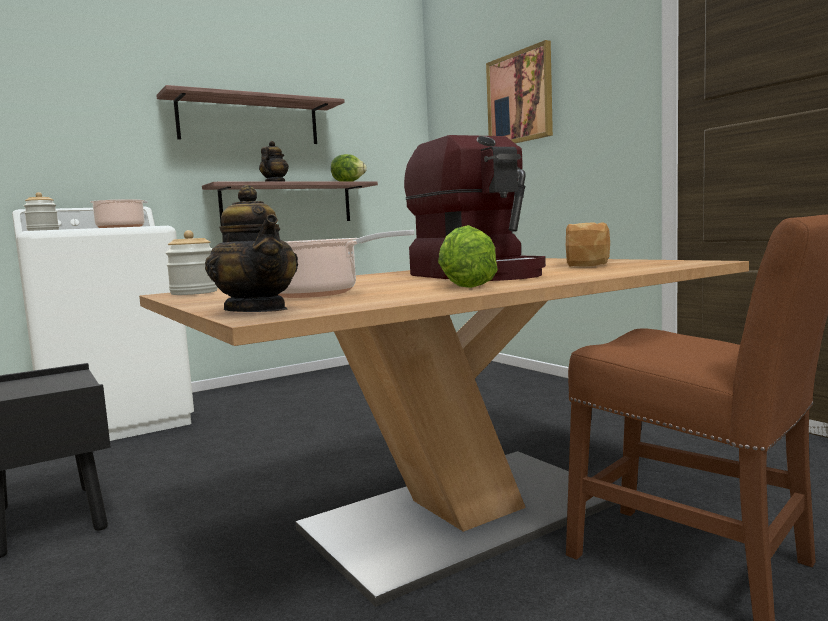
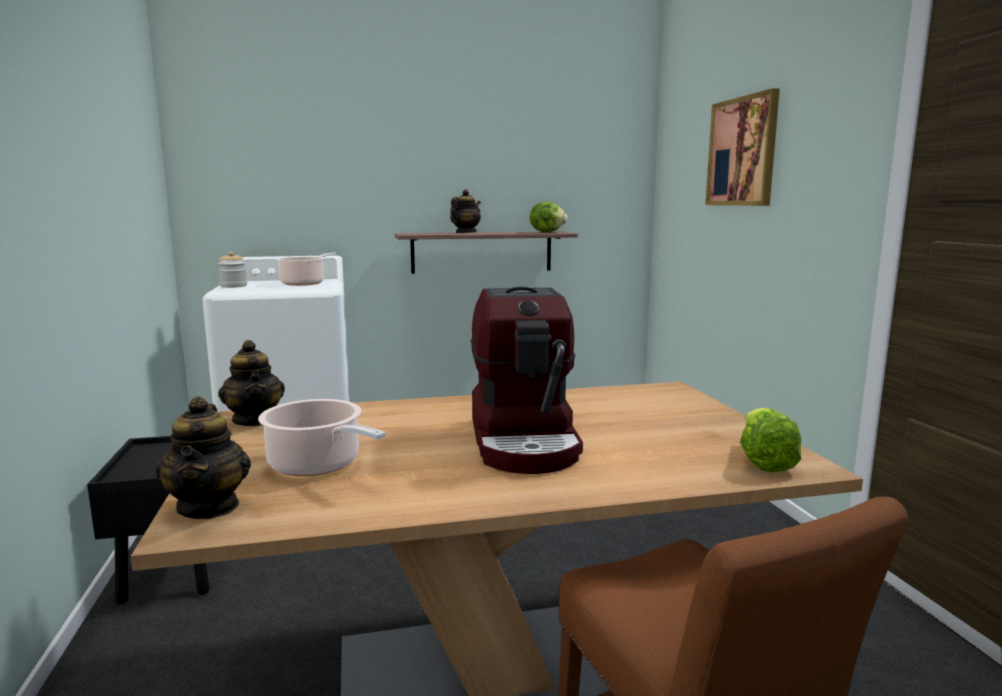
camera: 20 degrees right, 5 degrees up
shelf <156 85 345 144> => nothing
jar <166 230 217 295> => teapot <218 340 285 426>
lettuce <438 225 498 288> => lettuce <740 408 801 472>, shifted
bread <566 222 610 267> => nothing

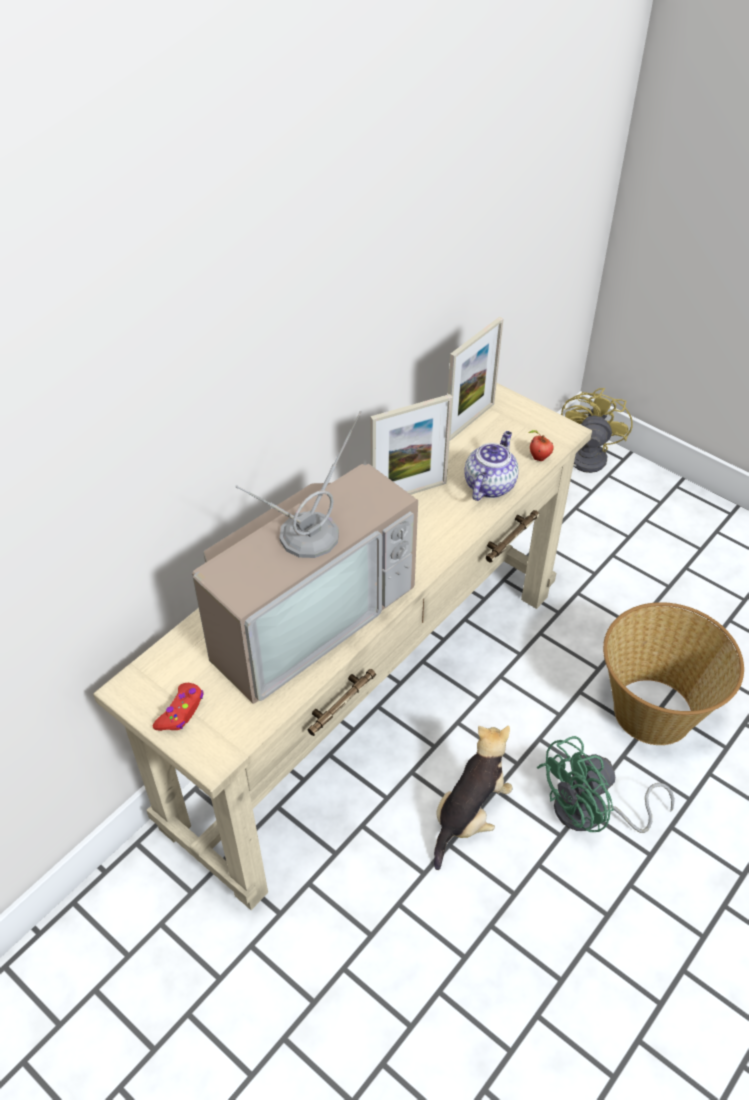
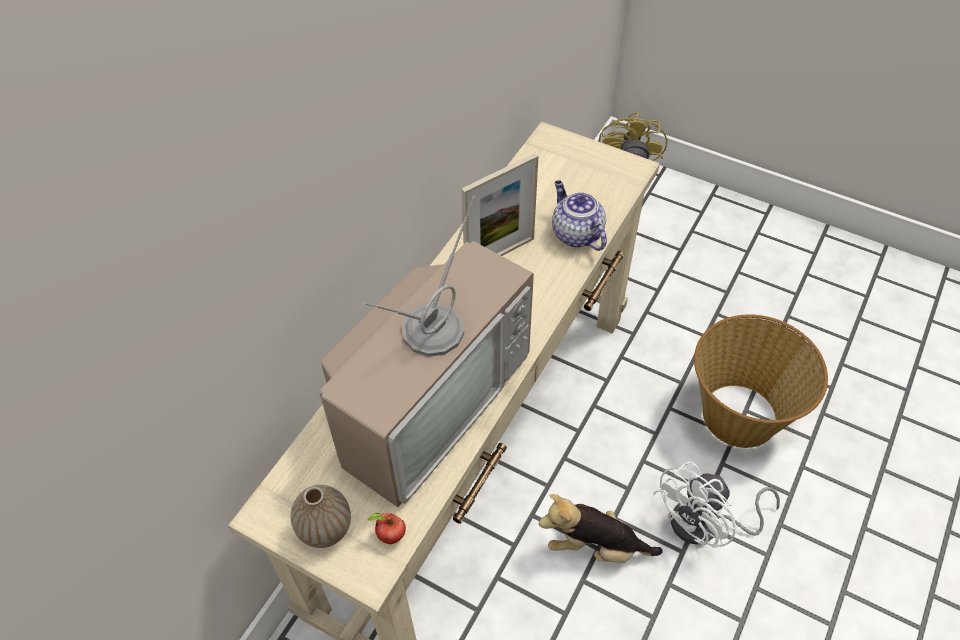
camera: 10 degrees left, 5 degrees up
red game controller <153 683 204 731> => vase <291 485 351 548>
plush toy <434 726 513 870> => plush toy <539 494 662 563>, 105 degrees counterclockwise
picture frame <447 316 504 441> => nothing
teapot <464 431 519 501> => teapot <552 180 607 251>, 45 degrees counterclockwise
apple <528 430 554 461> => apple <368 513 406 544>, shifted
green fan <537 736 675 833> => white fan <653 462 780 548>

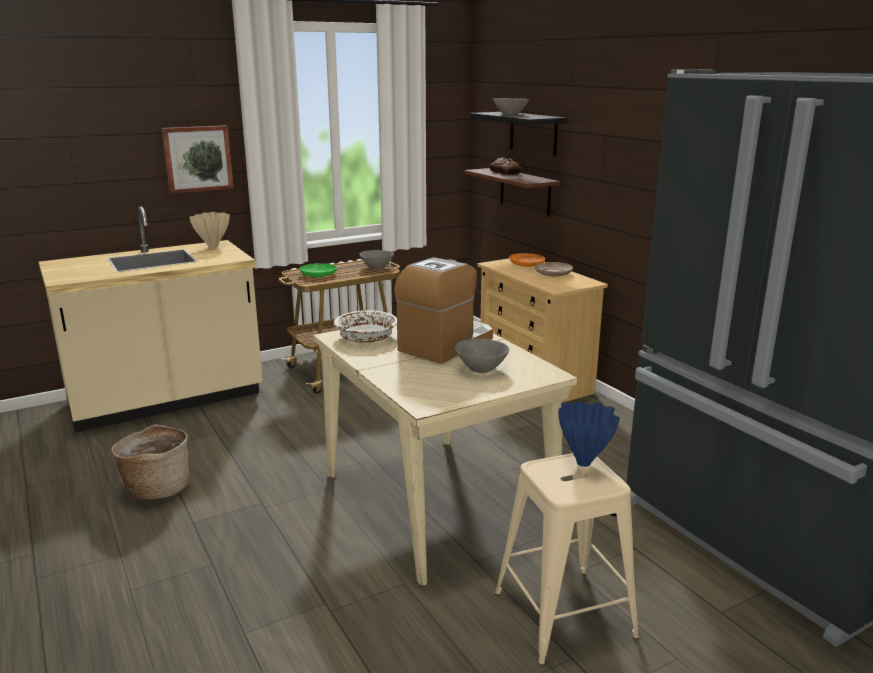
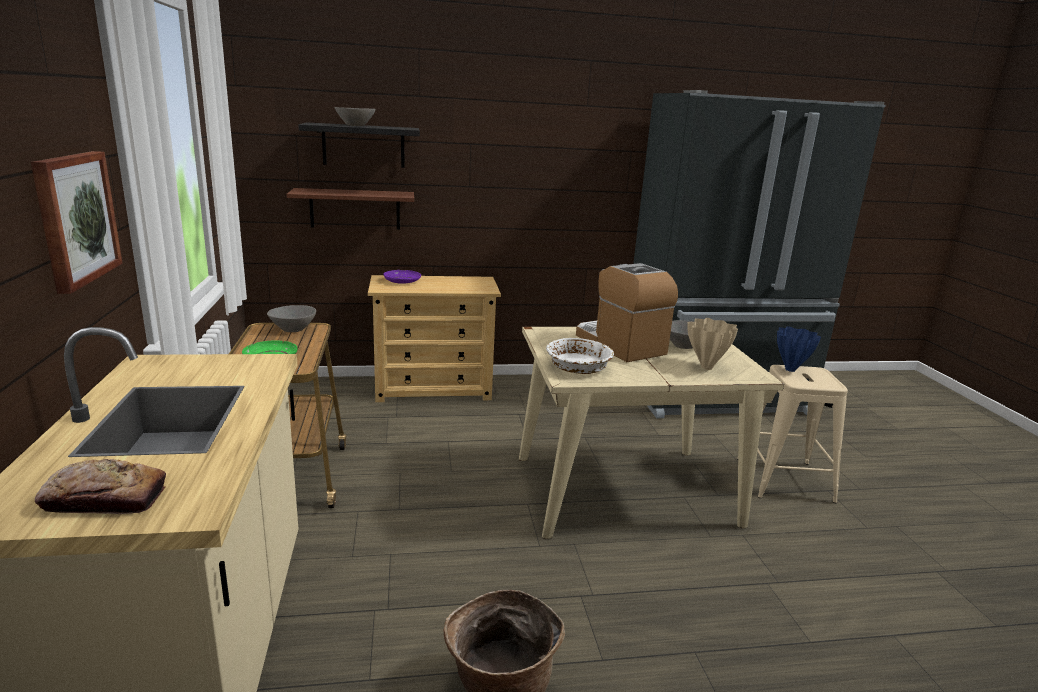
camera: 70 degrees left, 0 degrees up
beige vase <189 212 230 248> => beige vase <687 318 738 370>, shifted
bread <489 157 522 175> => bread <35 459 166 514>, shifted
orange plate <509 253 545 267> => purple plate <384 270 421 284>
beige plate <535 262 573 276> => nothing

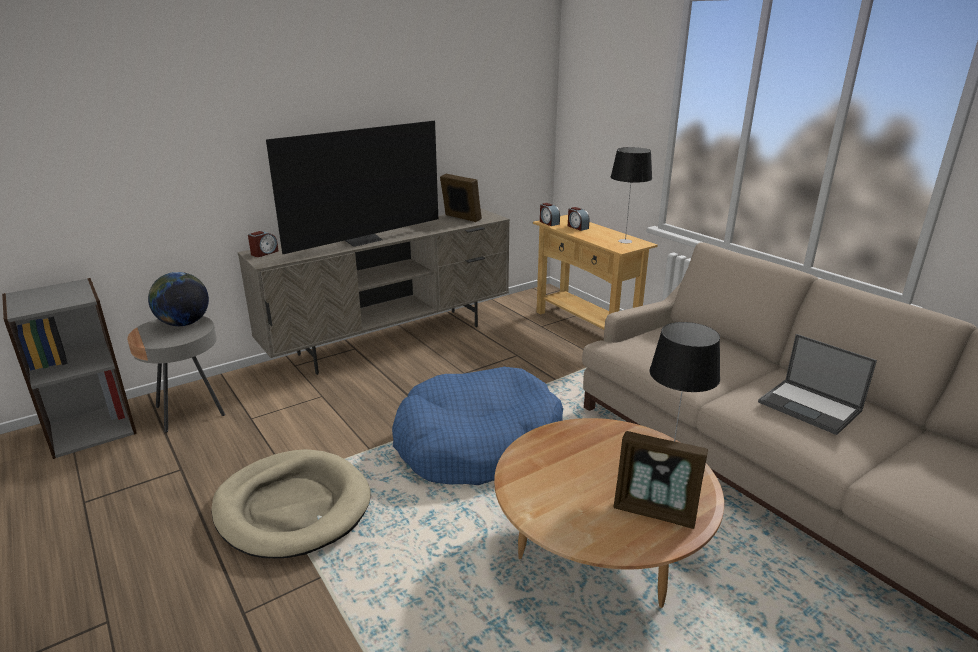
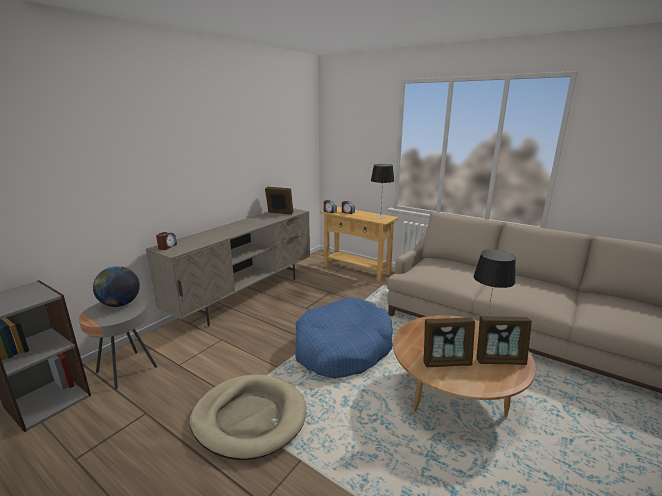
camera: 20 degrees left, 5 degrees down
television <266 121 438 254> => nothing
laptop <758 334 877 435> => nothing
nothing => picture frame <423 317 475 367>

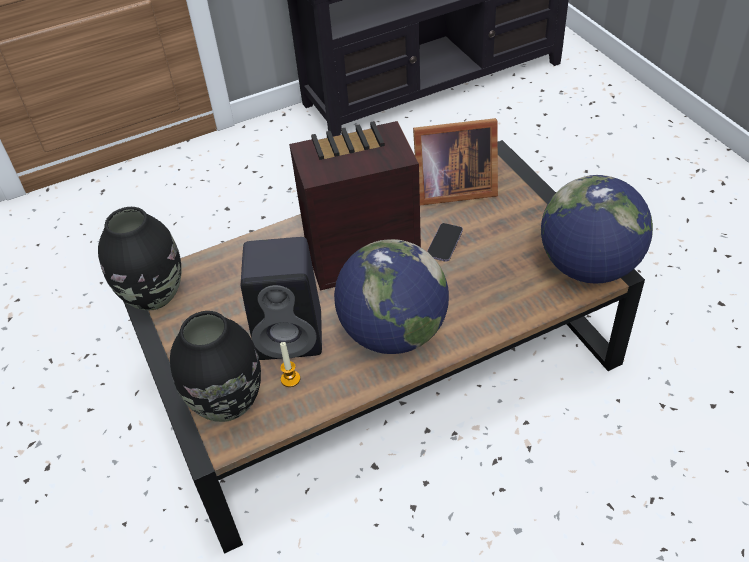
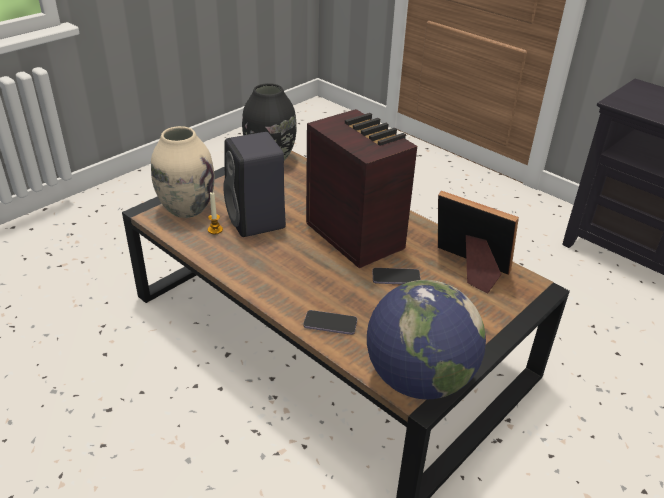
camera: 65 degrees right, 10 degrees down
black vase <170 311 261 422> => beige vase <151 126 214 218>
globe <334 239 449 354> => nothing
picture frame <413 118 498 205> => picture frame <438 191 519 293>, 150 degrees clockwise
nothing => phone <303 310 357 335>

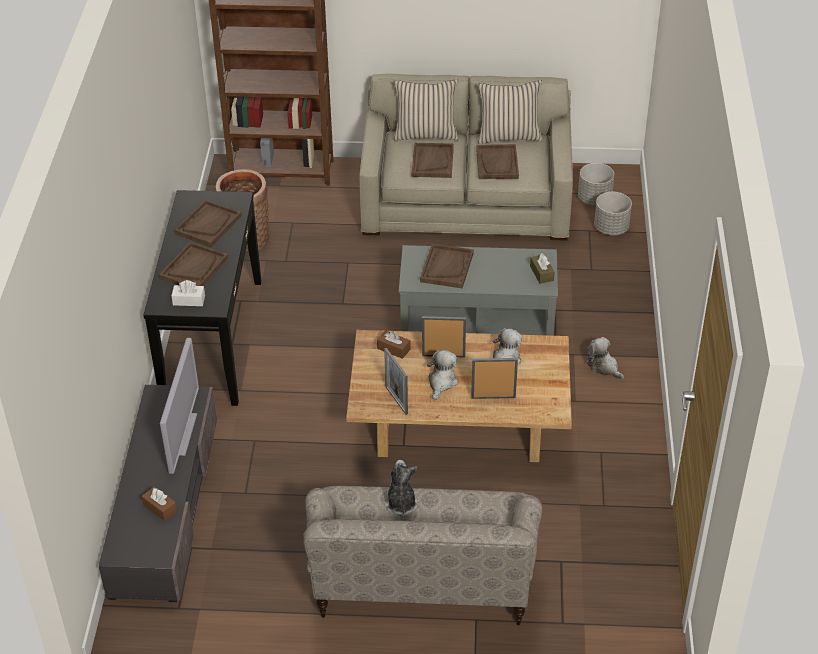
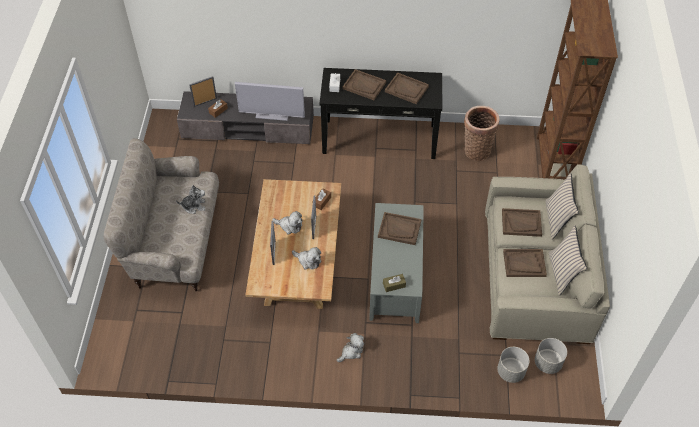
camera: 90 degrees right, 10 degrees up
picture frame <384 348 408 415> => picture frame <189 76 217 107>, shifted

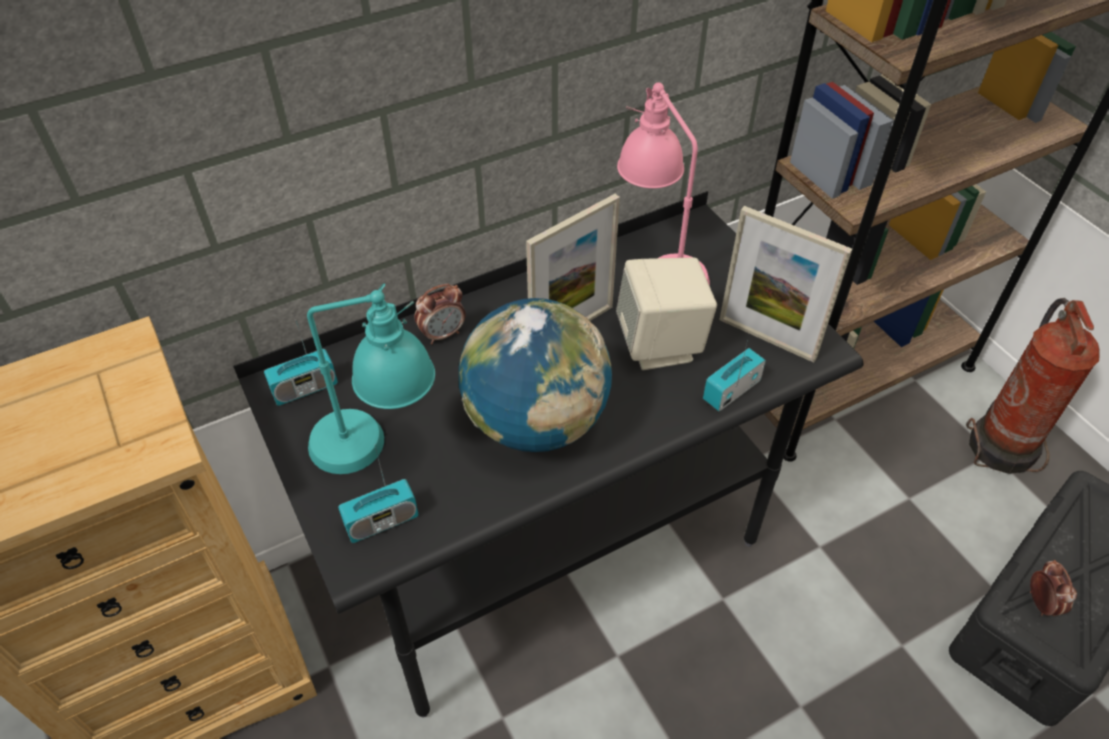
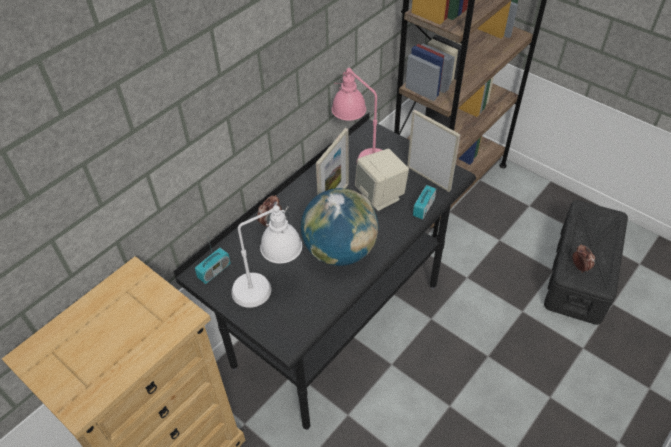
camera: 20 degrees left, 0 degrees up
turquoise table lamp <307 283 435 474> => white table lamp <231 202 302 308>
radio <338 446 418 543> => nothing
picture frame <719 206 852 363> => picture frame <407 110 461 192>, 150 degrees counterclockwise
fire extinguisher <966 298 1100 474> => nothing

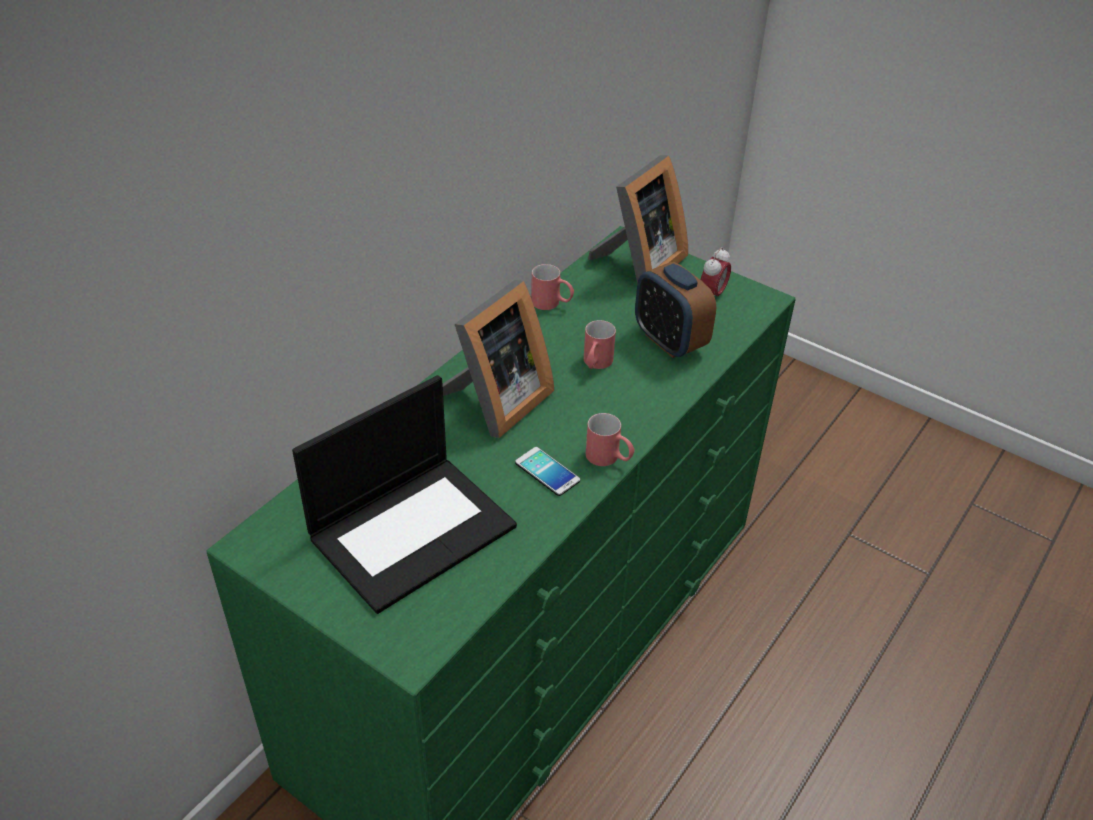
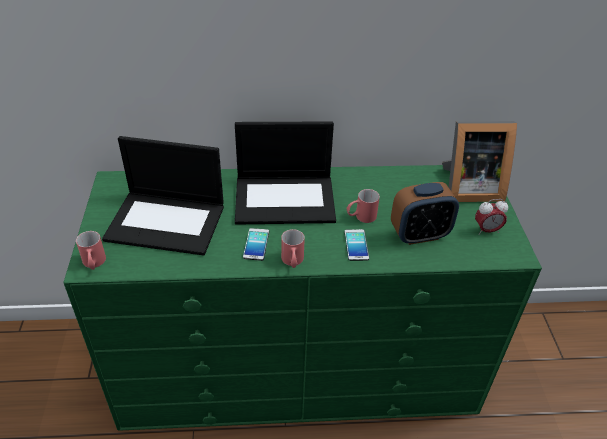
camera: 50 degrees right, 0 degrees up
picture frame <442 280 554 438> => laptop <235 121 336 224>
red mug <531 264 574 310> => red mug <76 231 106 270>, shifted
alarm clock <635 262 716 358> => alarm clock <391 182 459 245>, 120 degrees counterclockwise
nothing => phone <345 229 369 261>

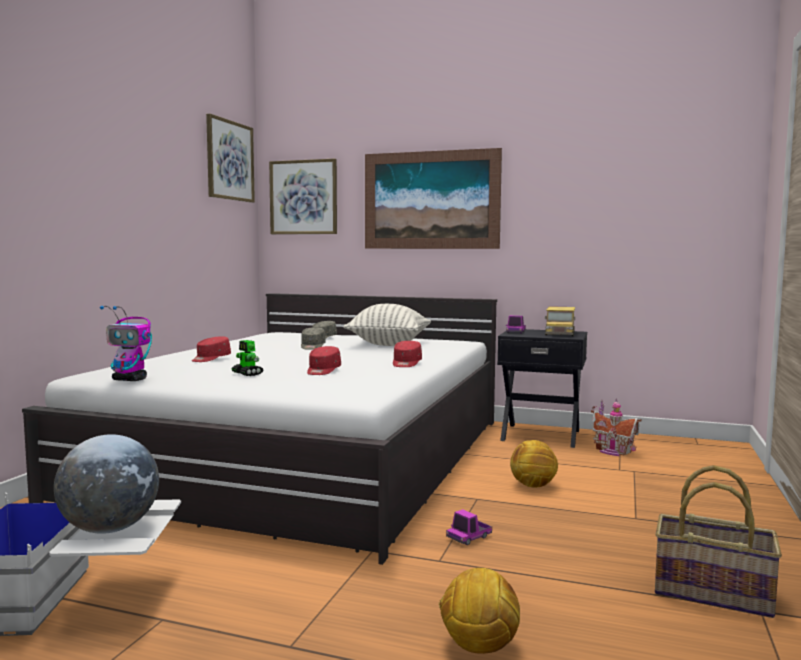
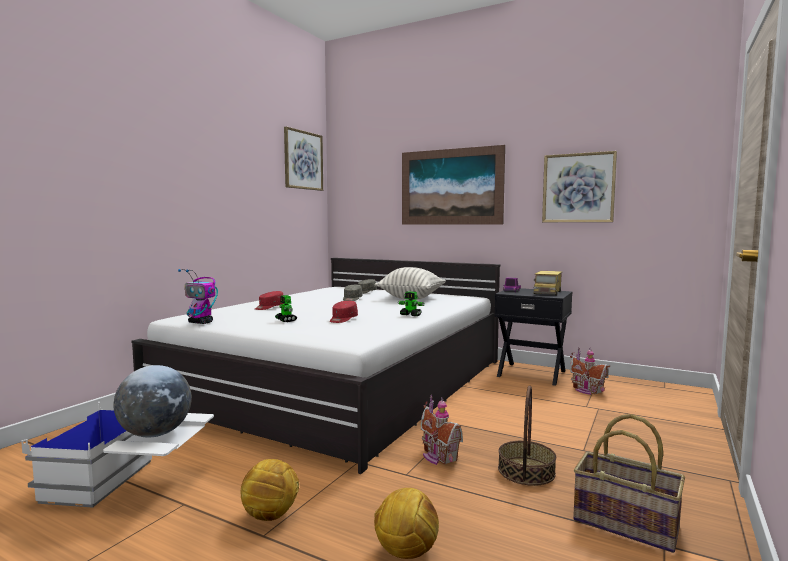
camera: 10 degrees right, 0 degrees up
picture <269 159 337 234> => picture <542 151 617 222>, shifted
red cap <393 341 422 367> => toy robot <398 291 425 316>
toy truck <446 509 492 545> => toy house <421 395 463 465>
football <510 440 558 488> => football <241 459 299 521>, shifted
nothing => basket <498 386 556 486>

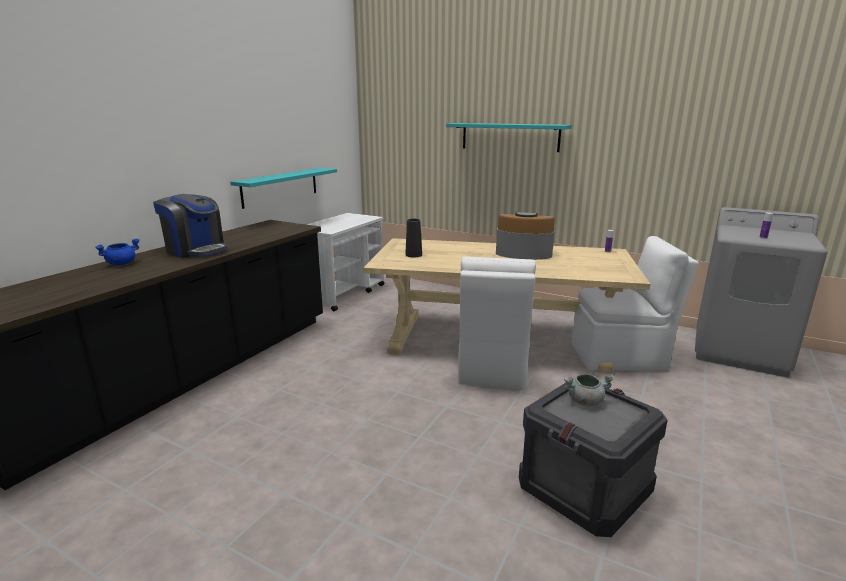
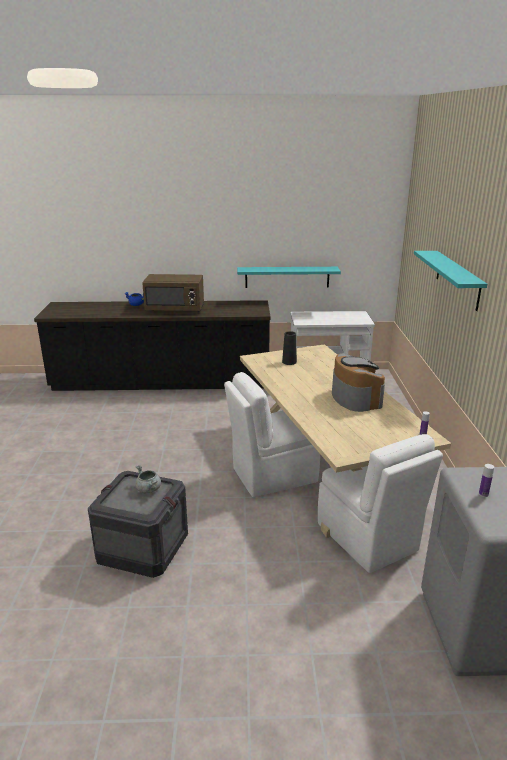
camera: 60 degrees right, 5 degrees up
coffee machine <153 194 228 258> => brown microwave <142 274 204 312>

